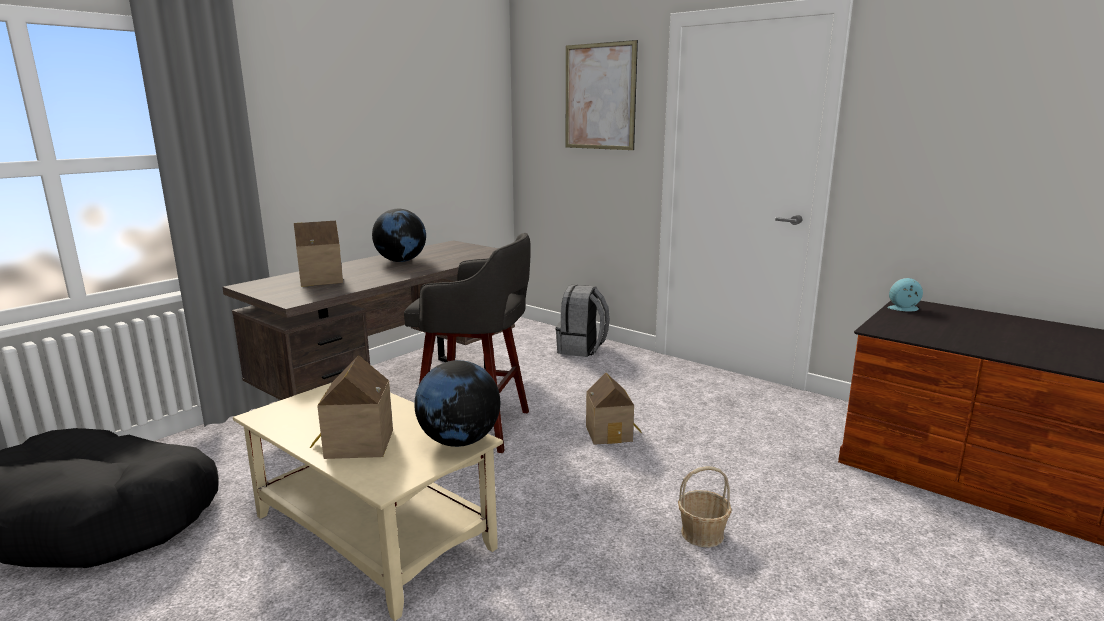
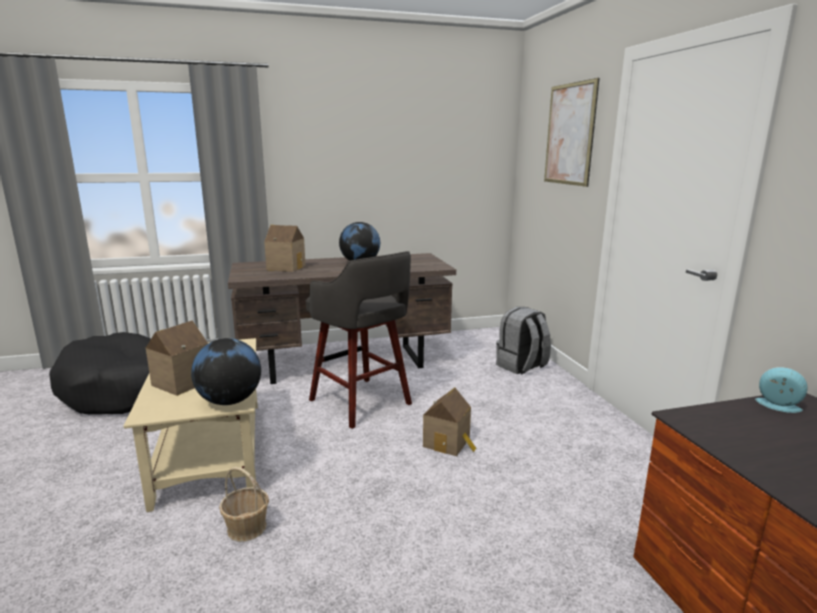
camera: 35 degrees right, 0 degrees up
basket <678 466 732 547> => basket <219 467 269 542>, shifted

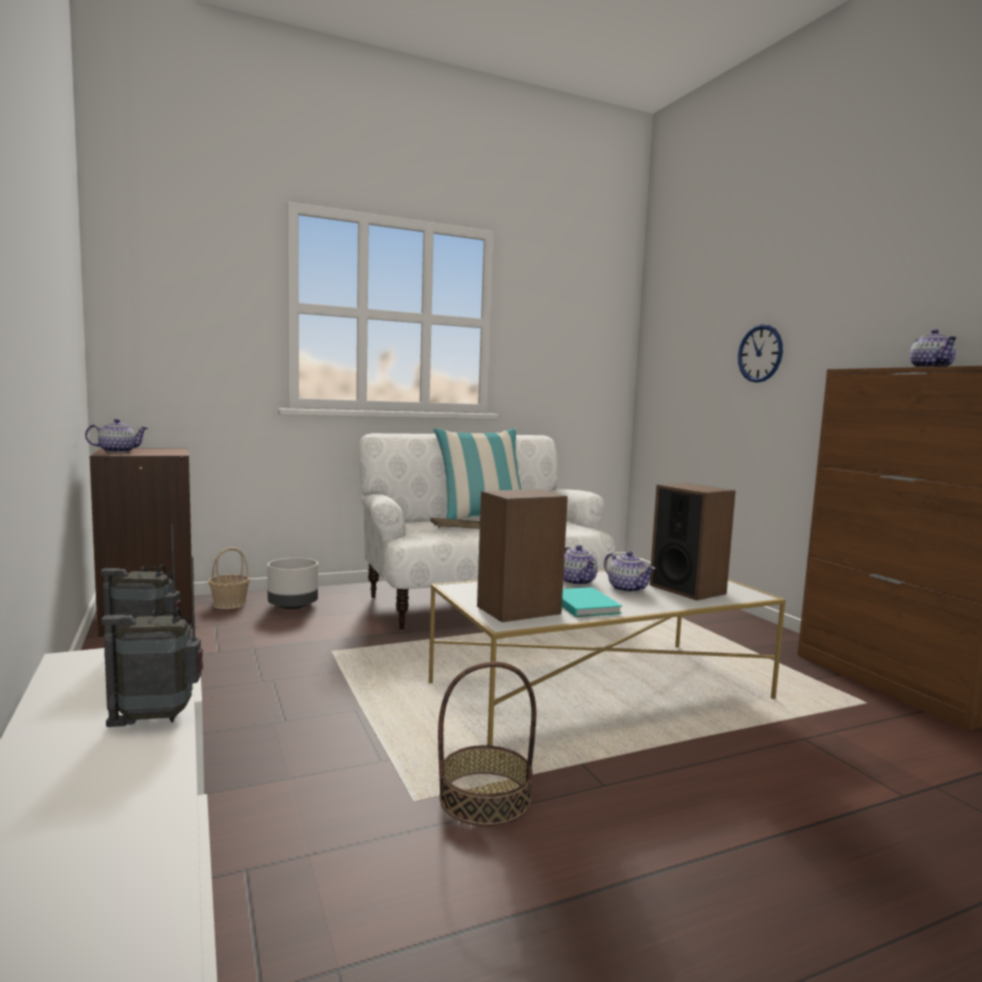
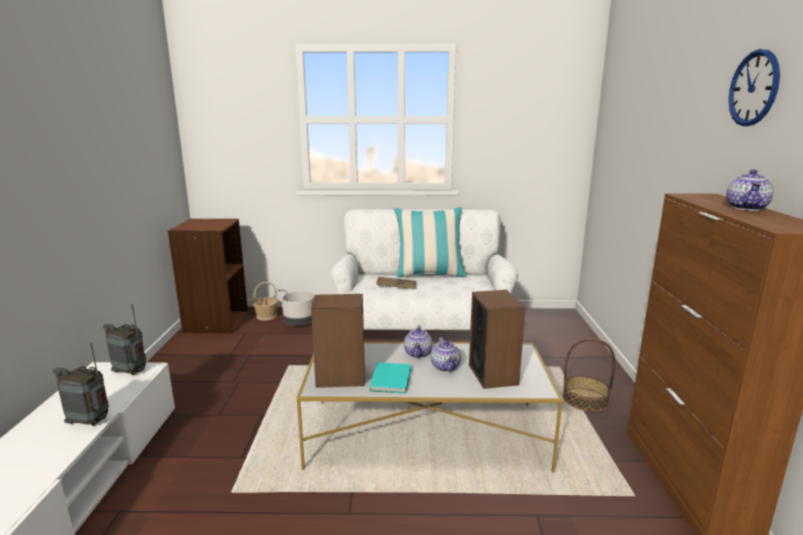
camera: 25 degrees right, 10 degrees up
teapot <85 419 148 453> => nothing
basket <438 662 536 827> => basket <563 338 616 412>, shifted
wall clock <738 324 783 383> => wall clock <728 49 780 126>, shifted

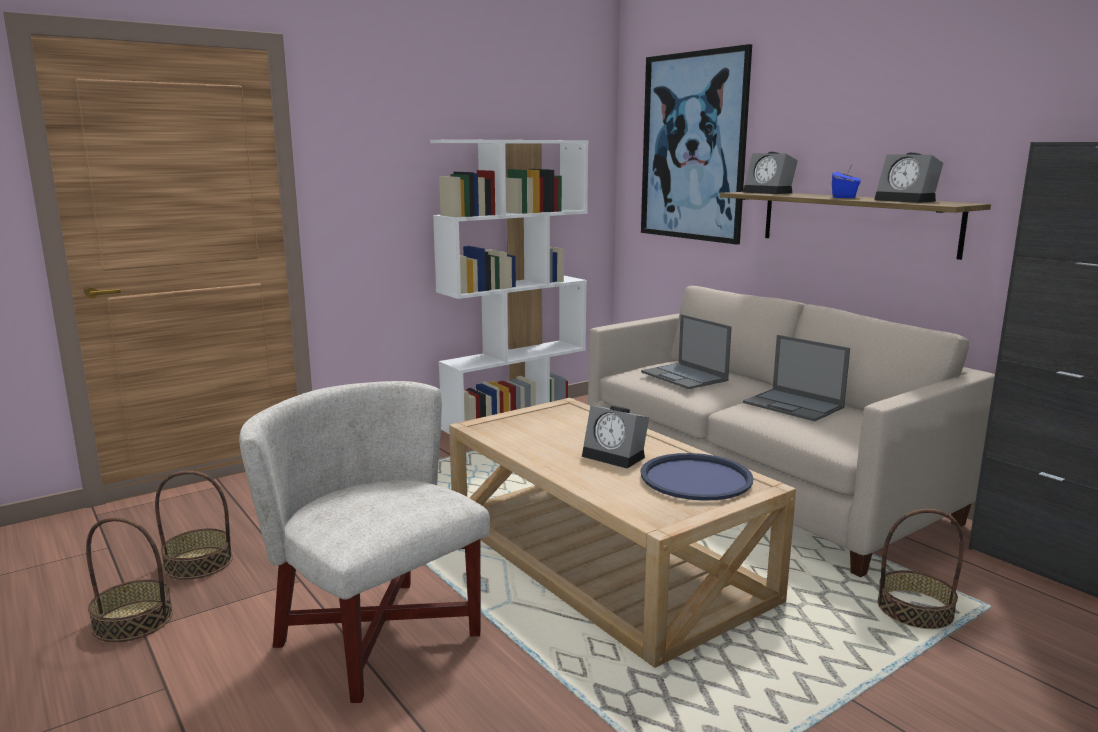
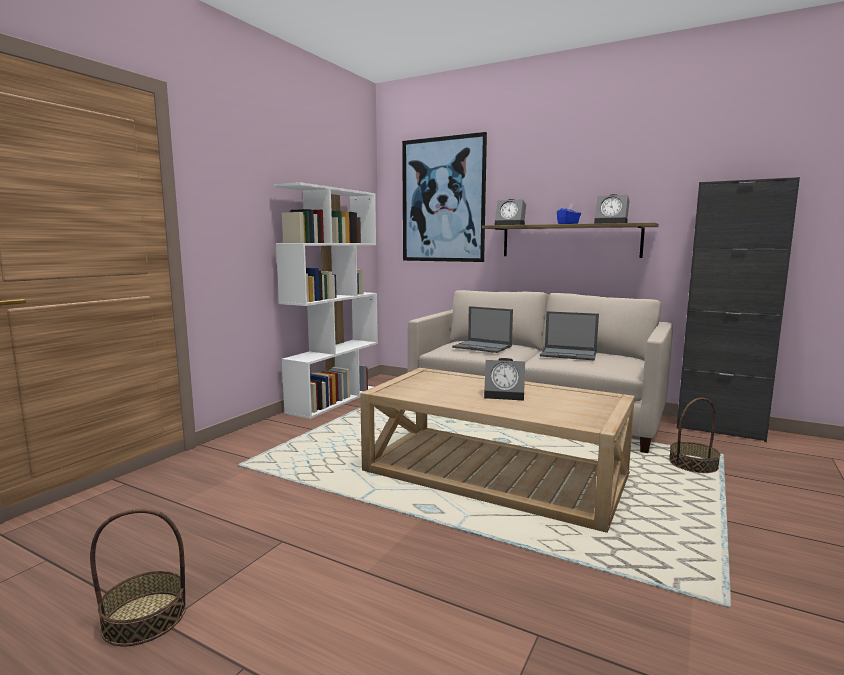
camera: 25 degrees left, 5 degrees down
basket <155 471 233 580> => nothing
white armchair <239 381 490 703> => nothing
blue tray <641 453 754 501> => nothing

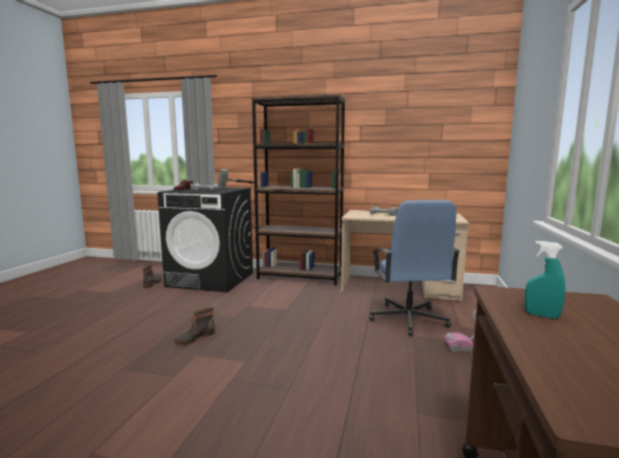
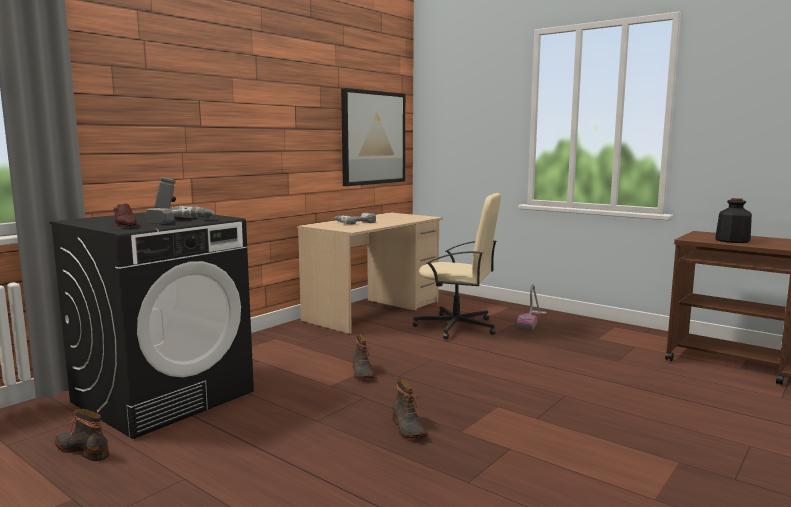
camera: 65 degrees left, 0 degrees up
brown bookcase <252 94 345 285> => nothing
blue office chair <370 200 460 336> => beige office chair <413 193 501 340>
turquoise spray bottle <524 241 565 319> => bottle <715 198 752 243>
nothing => picture <341 88 405 186>
nothing => boot <353 334 375 379>

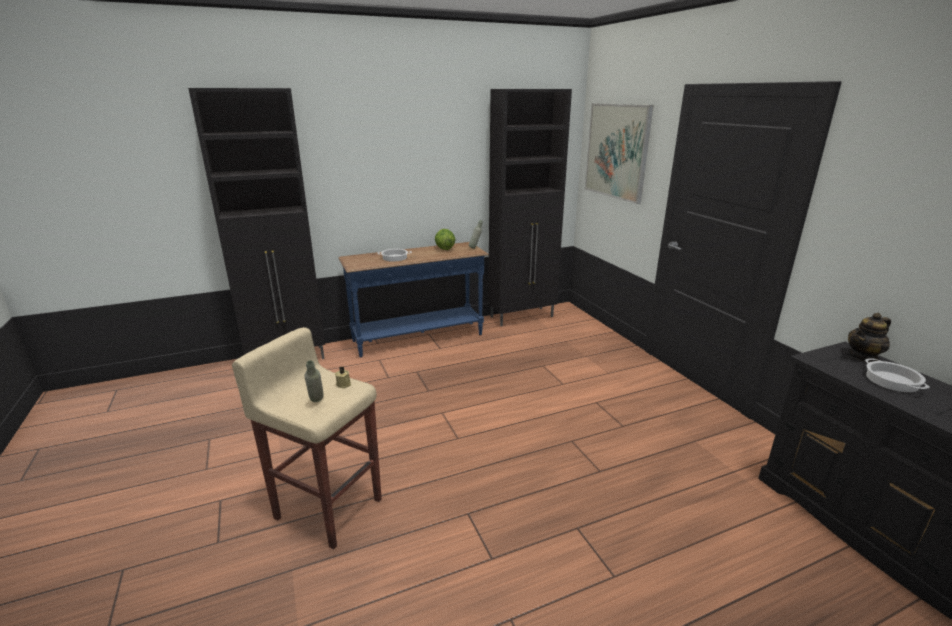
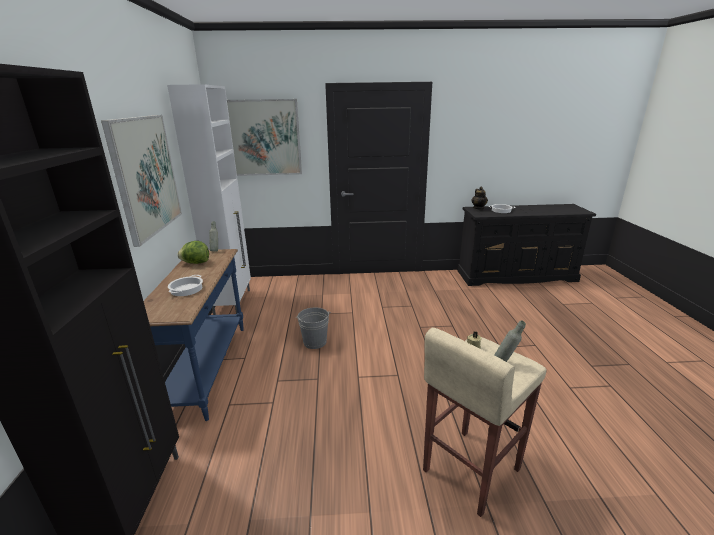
camera: 70 degrees left, 0 degrees up
black cabinet <488 89 572 326> => white cabinet <167 84 251 315>
nothing => picture <101 115 182 247>
nothing => grey bucket <296 307 331 349>

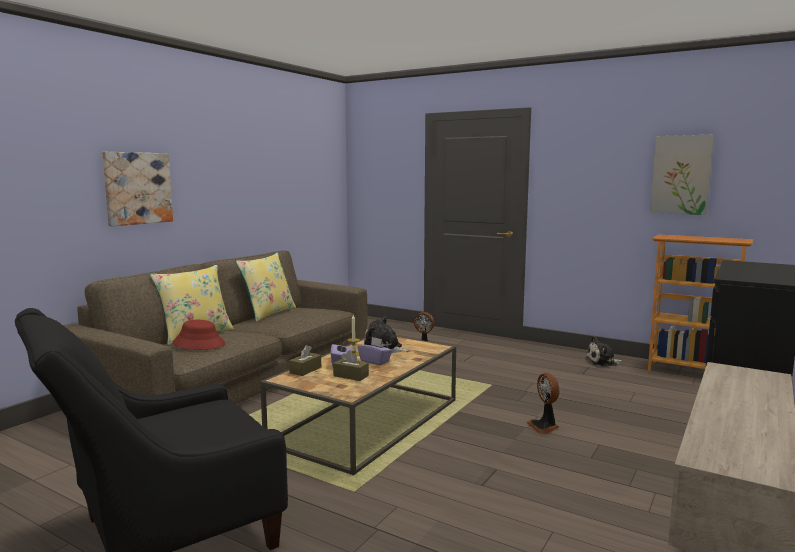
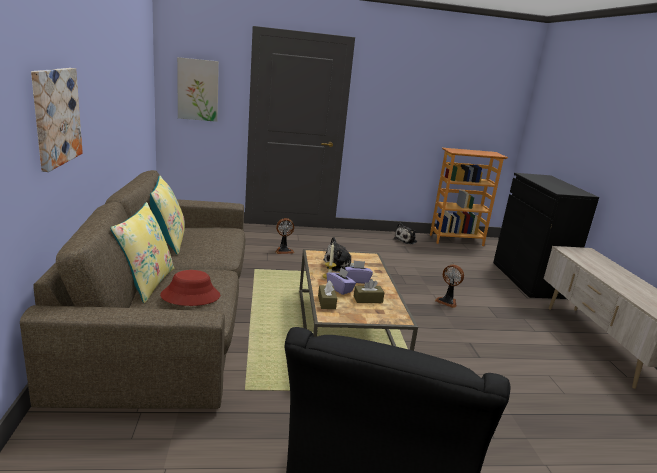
camera: 40 degrees left, 10 degrees up
picture <650 135 714 215> => picture <177 57 219 122>, shifted

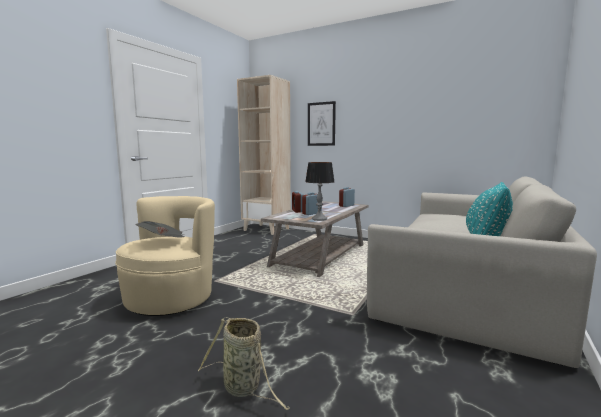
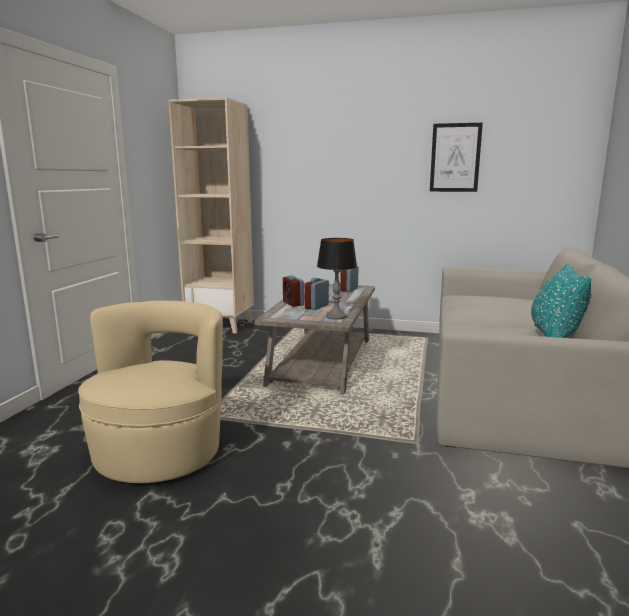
camera: 15 degrees left, 5 degrees up
newspaper <135 221 185 237> => nothing
basket <198 317 290 410> => nothing
picture <308 101 336 146> => picture <430 123 483 192>, shifted

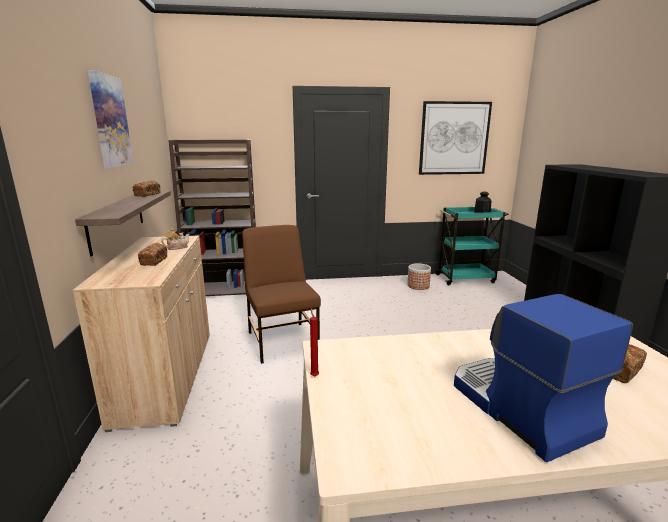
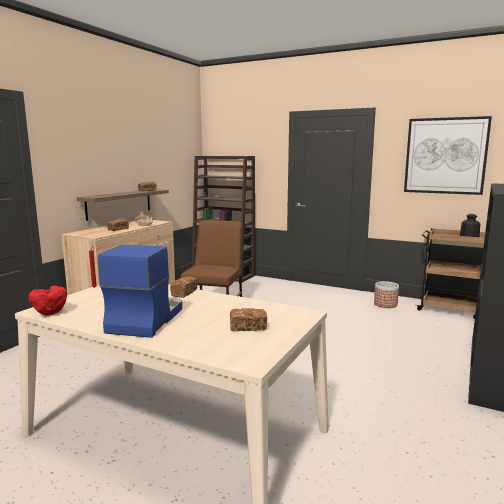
camera: 35 degrees right, 5 degrees down
picture <88 70 134 169> => nothing
turquoise cart <435 207 508 285> => brown cart <416 228 485 319>
nothing => red bowl <28 286 67 315>
nothing => bread <170 276 198 298>

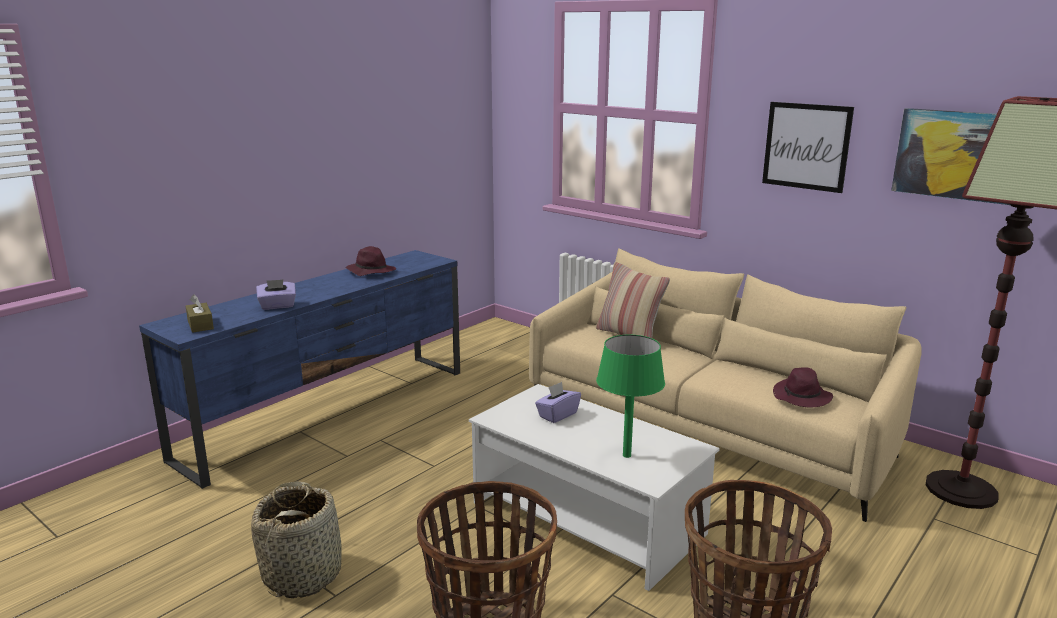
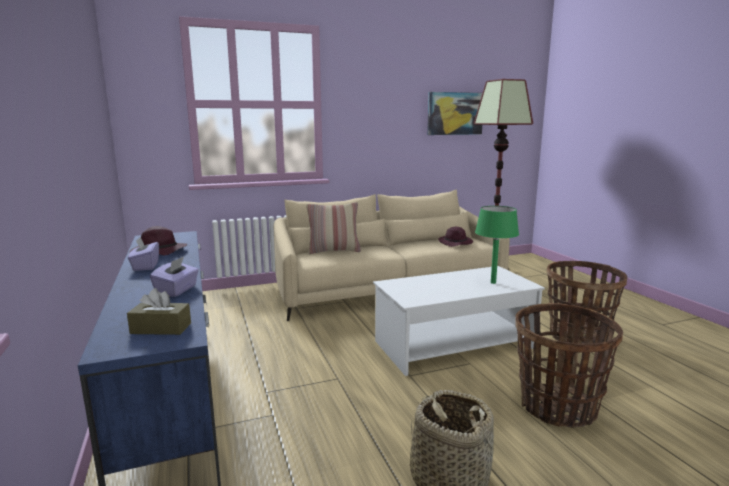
camera: 60 degrees left, 5 degrees down
purple tissue box <535 382 581 423> => purple tissue box <128 237 159 271>, shifted
picture <762 102 854 193> => nothing

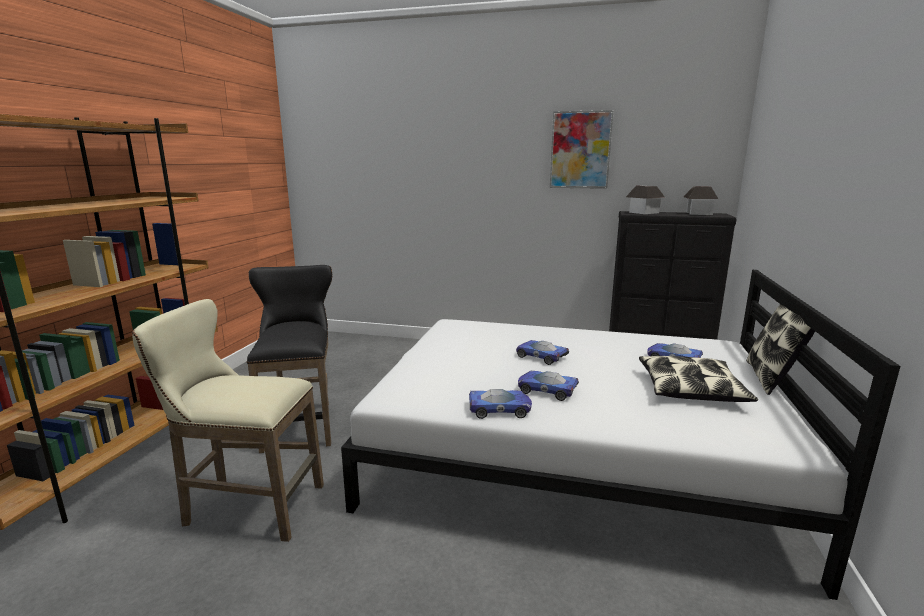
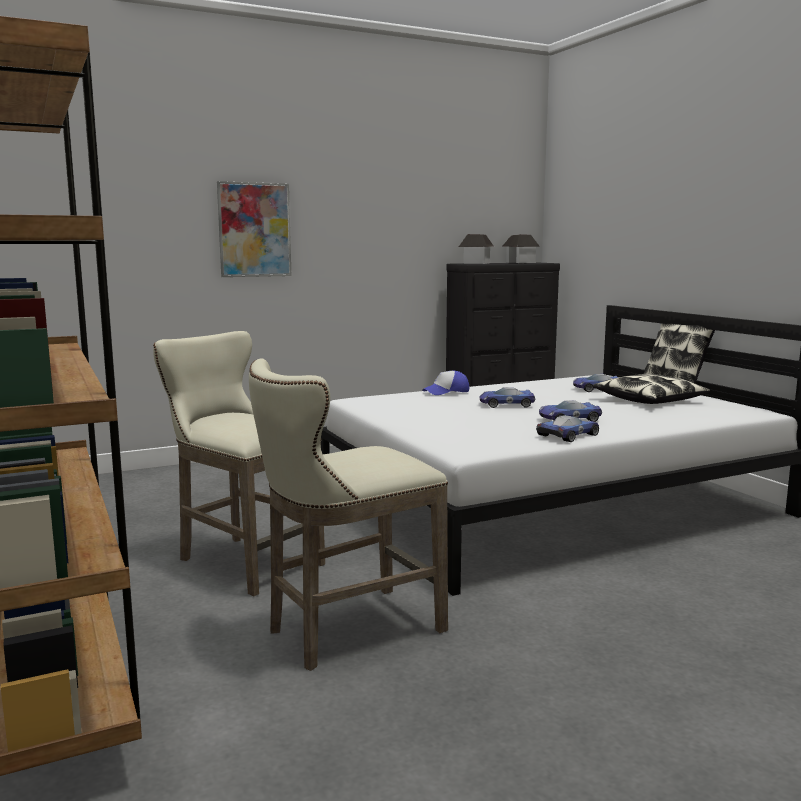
camera: 40 degrees left, 5 degrees down
black stool <247 265 332 453> => beige stool <153 331 325 596>
picture <550 110 614 189> => picture <217 181 291 277>, shifted
nothing => cap <422 371 469 395>

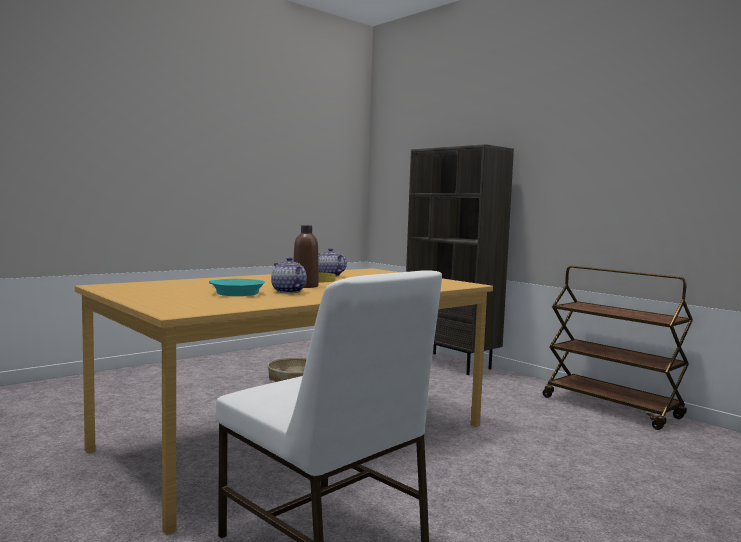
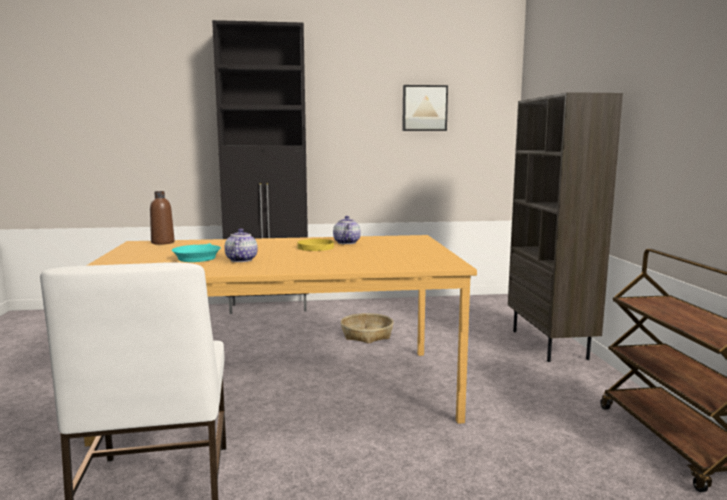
camera: 35 degrees right, 5 degrees up
brown bottle <293 225 319 288> => brown bottle <150 191 175 245>, shifted
nothing => black cabinet <212 20 309 314>
nothing => picture <402 85 448 131>

